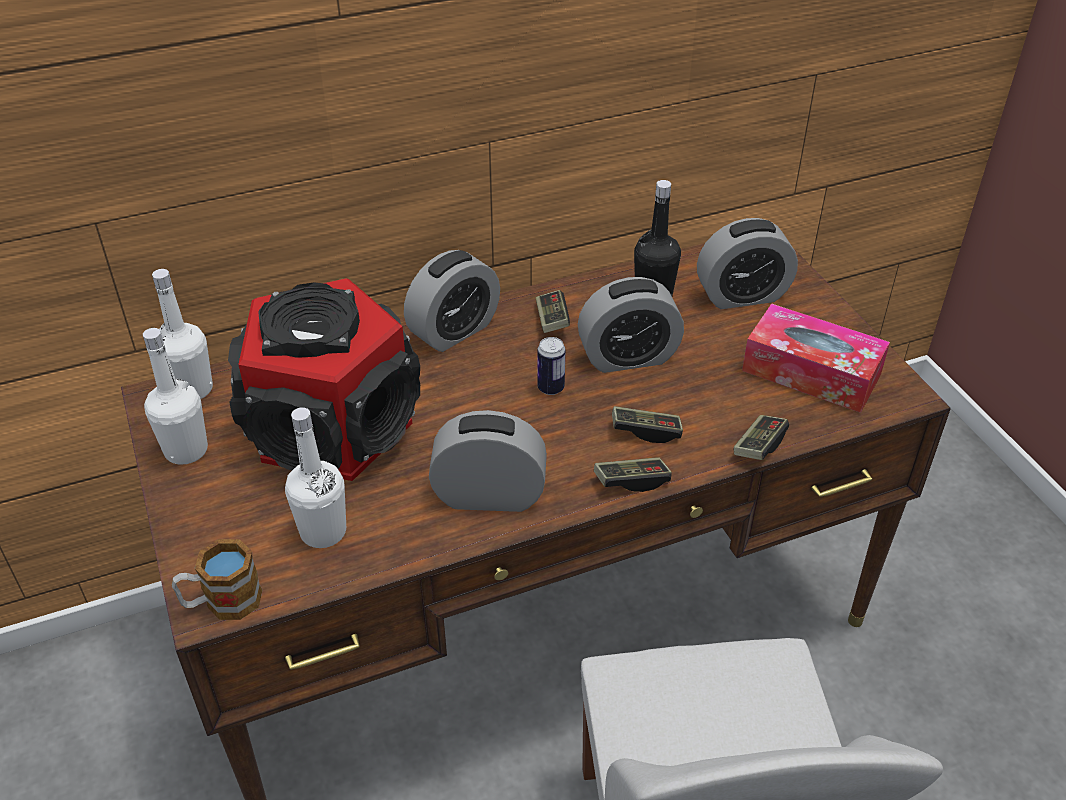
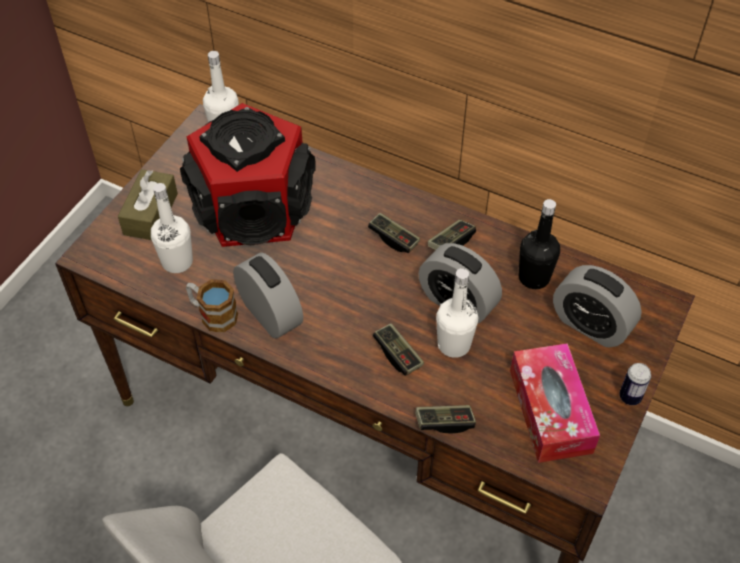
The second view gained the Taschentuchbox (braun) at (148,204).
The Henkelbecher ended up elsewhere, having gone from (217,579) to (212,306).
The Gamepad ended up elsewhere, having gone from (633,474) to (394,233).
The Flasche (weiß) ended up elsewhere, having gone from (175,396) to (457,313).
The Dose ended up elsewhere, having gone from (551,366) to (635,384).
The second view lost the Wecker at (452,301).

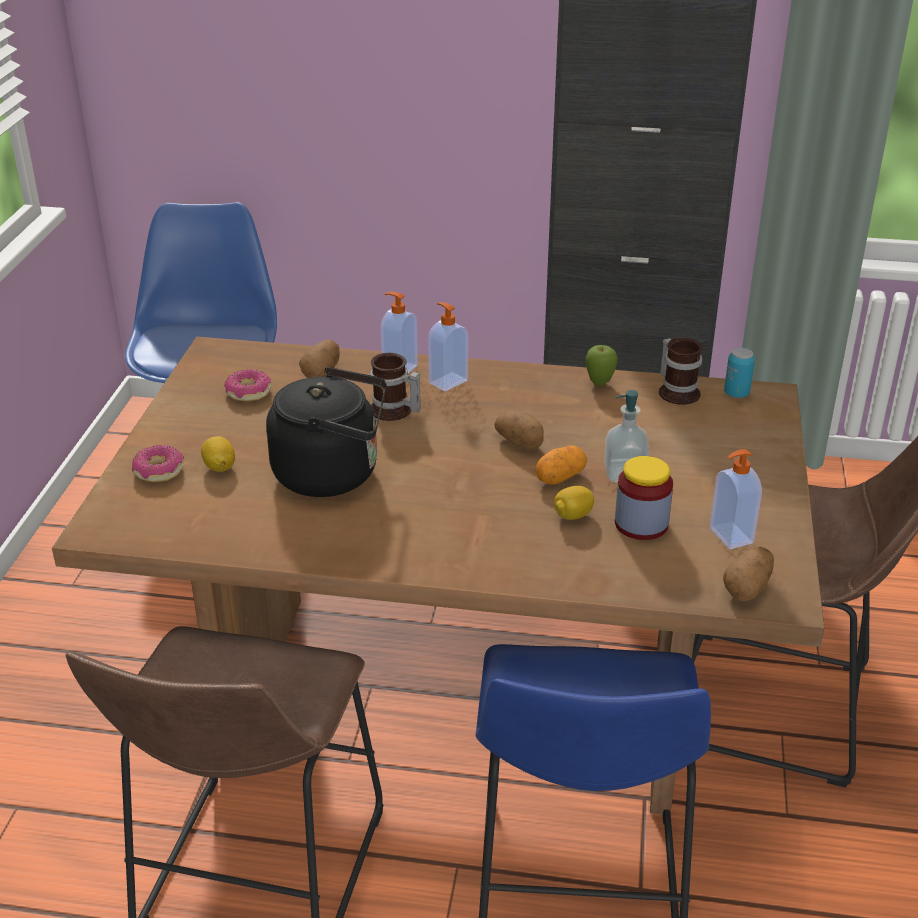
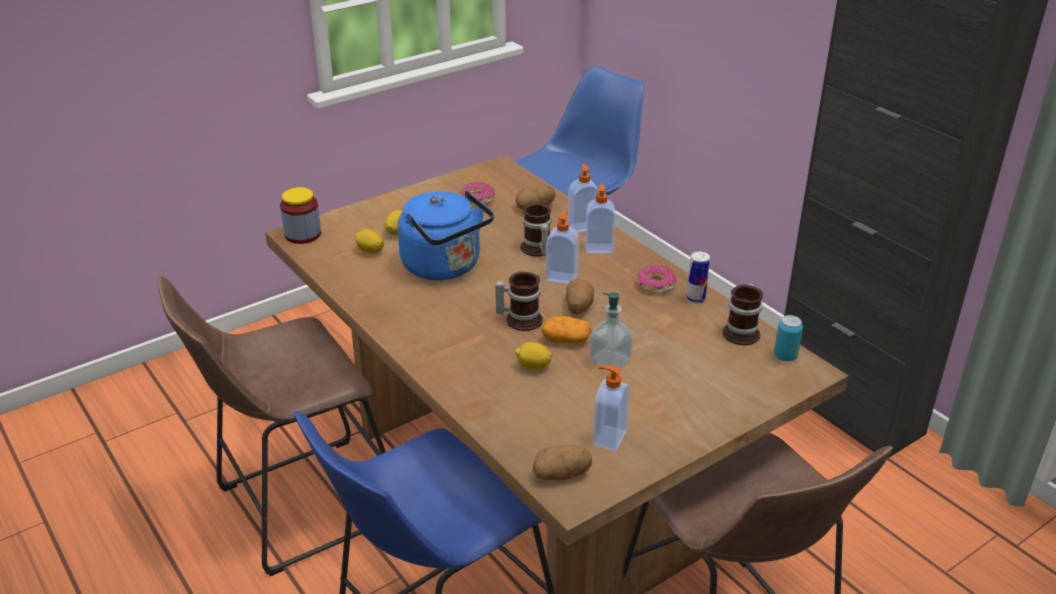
The Vorratsglas ended up elsewhere, having gone from (644,498) to (300,215).
The second view gained the Zitrone at (369,241).
What was the Wasserkessel (schwarz) at (326,432) turned into the Wasserkessel (blau) at (446,235).
The second view gained the Henkelbecher at (519,301).
The second view gained the Seifenspender at (562,247).
The Donut ended up elsewhere, having gone from (158,463) to (657,279).
Where the Apfel stood at (602,365), the Dose came to stand at (698,277).

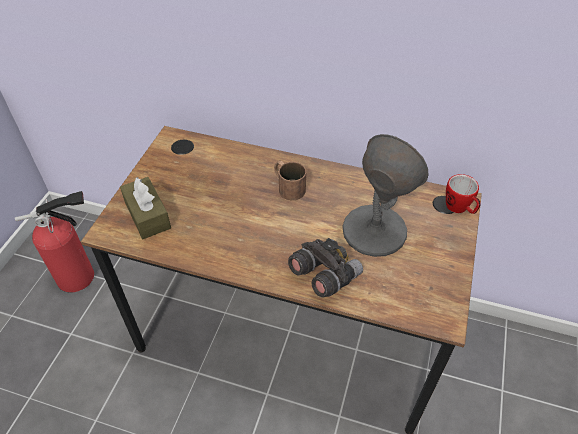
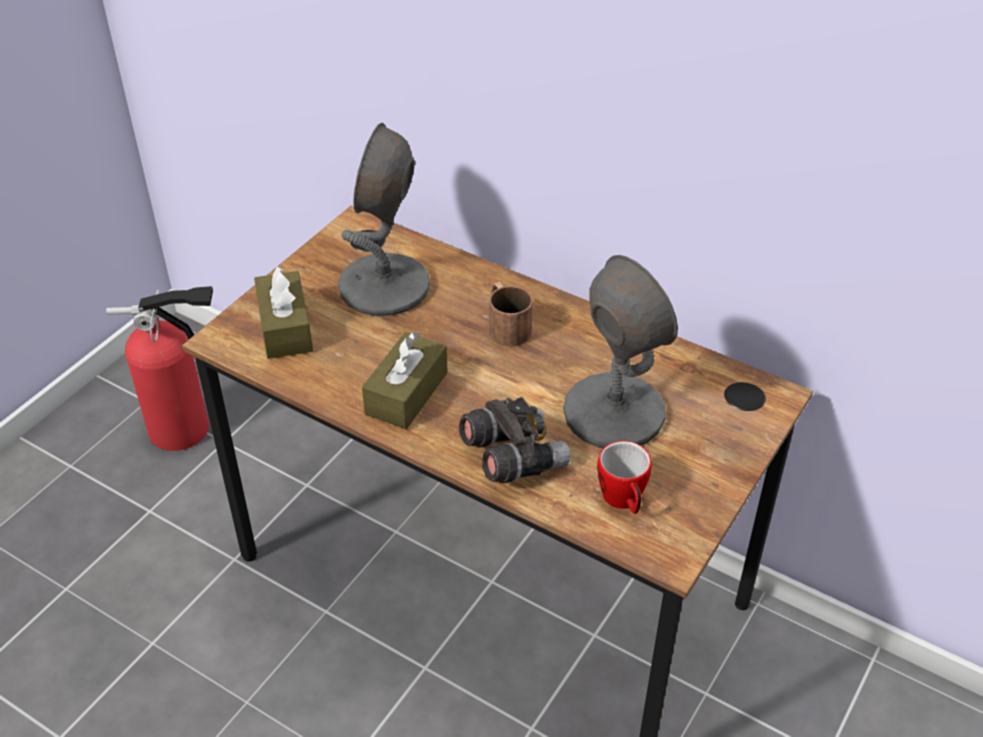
The second view gained the Tischlampe (grau) at (384,219).
The second view gained the Taschentuchbox (braun) at (405,380).
The Henkelbecher ended up elsewhere, having gone from (463,194) to (624,477).

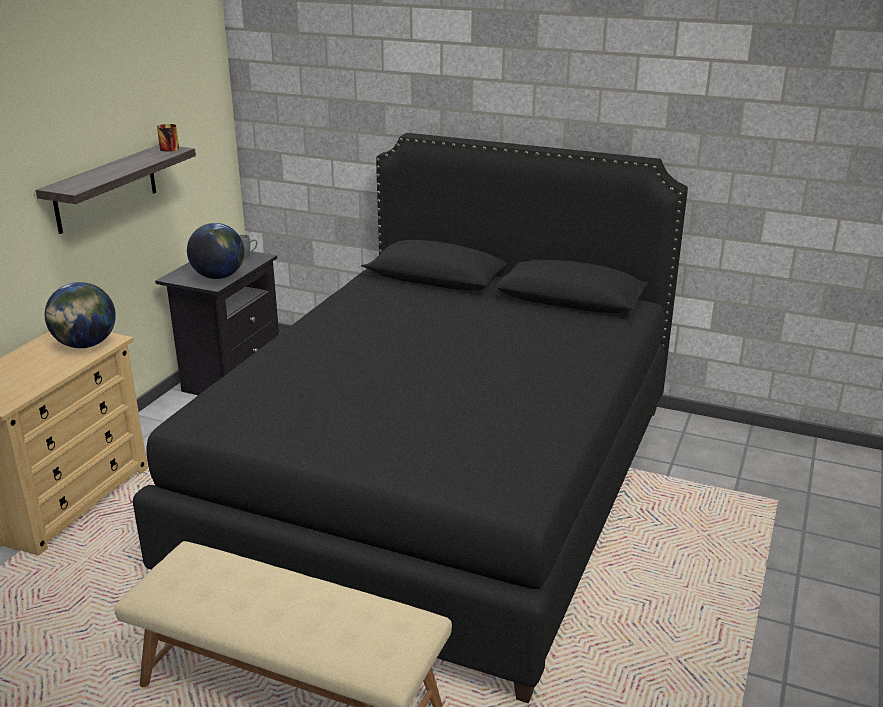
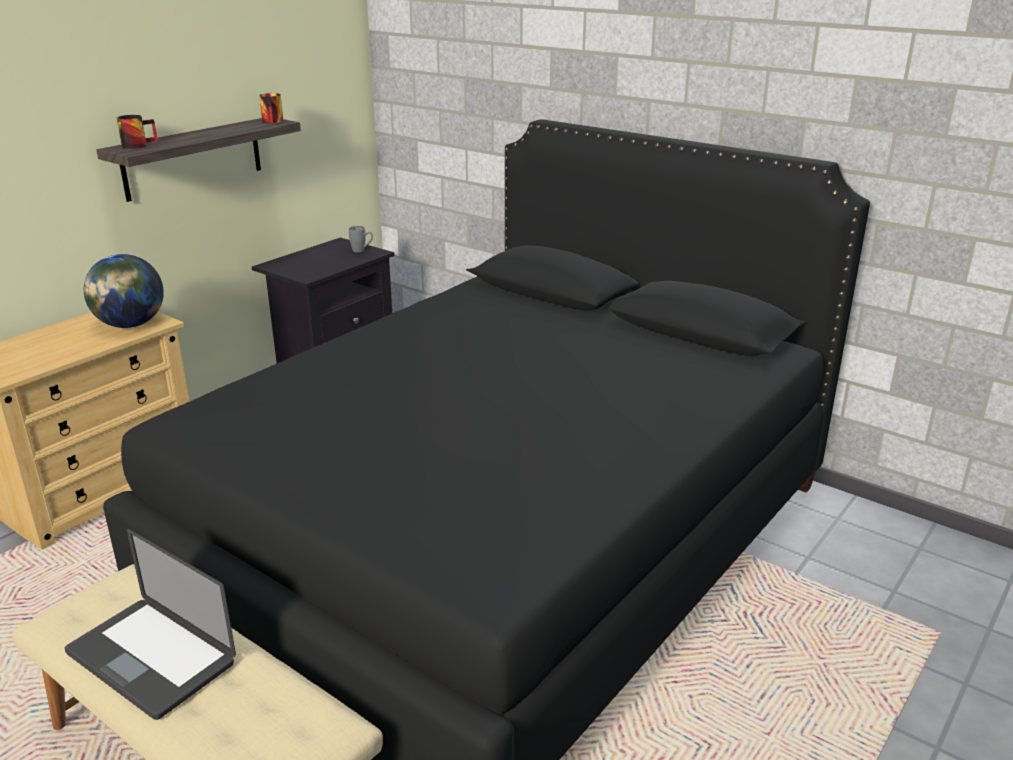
The second view gained the Laptop at (150,624).
The second view gained the Henkelbecher at (137,132).
The second view lost the Globus at (215,251).

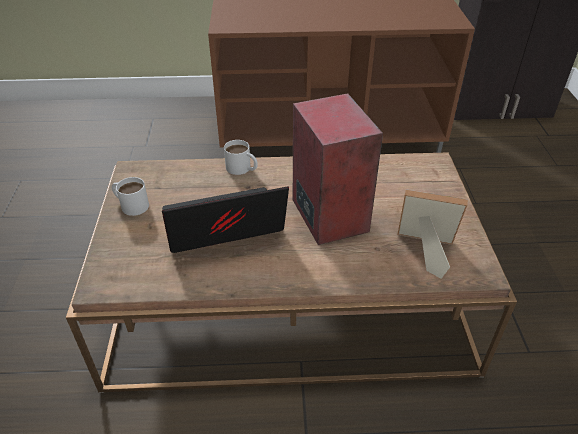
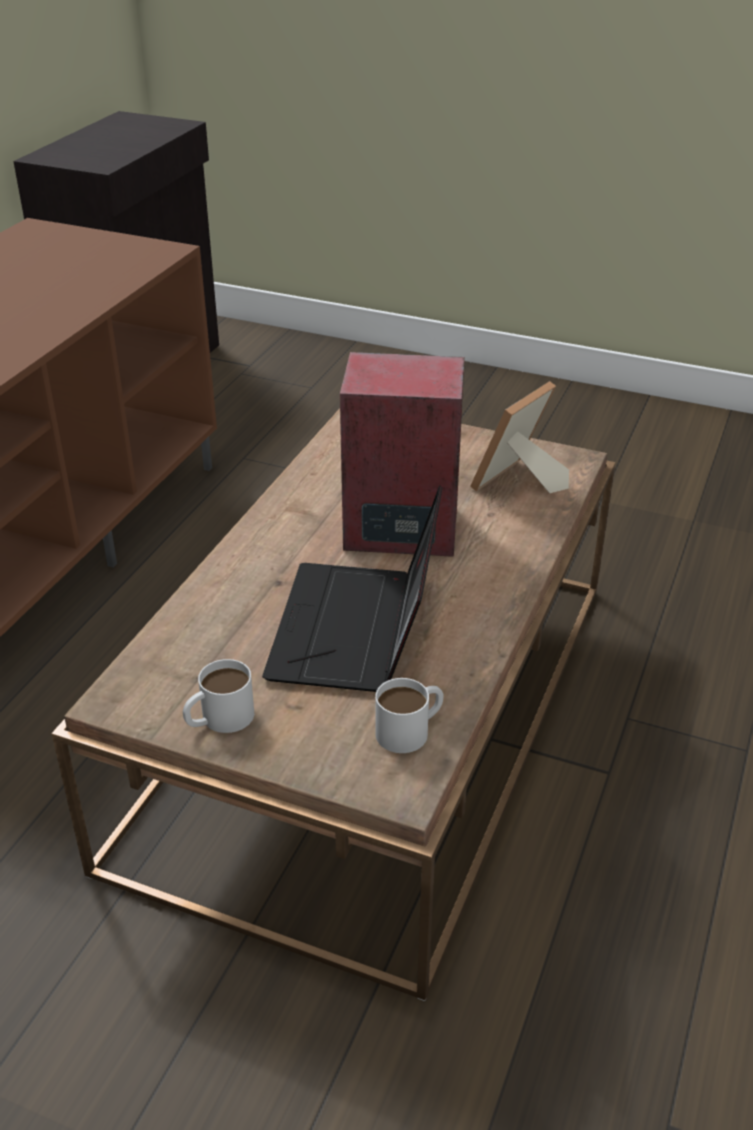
The Henkelbecher (weiß) ended up elsewhere, having gone from (241,157) to (409,715).

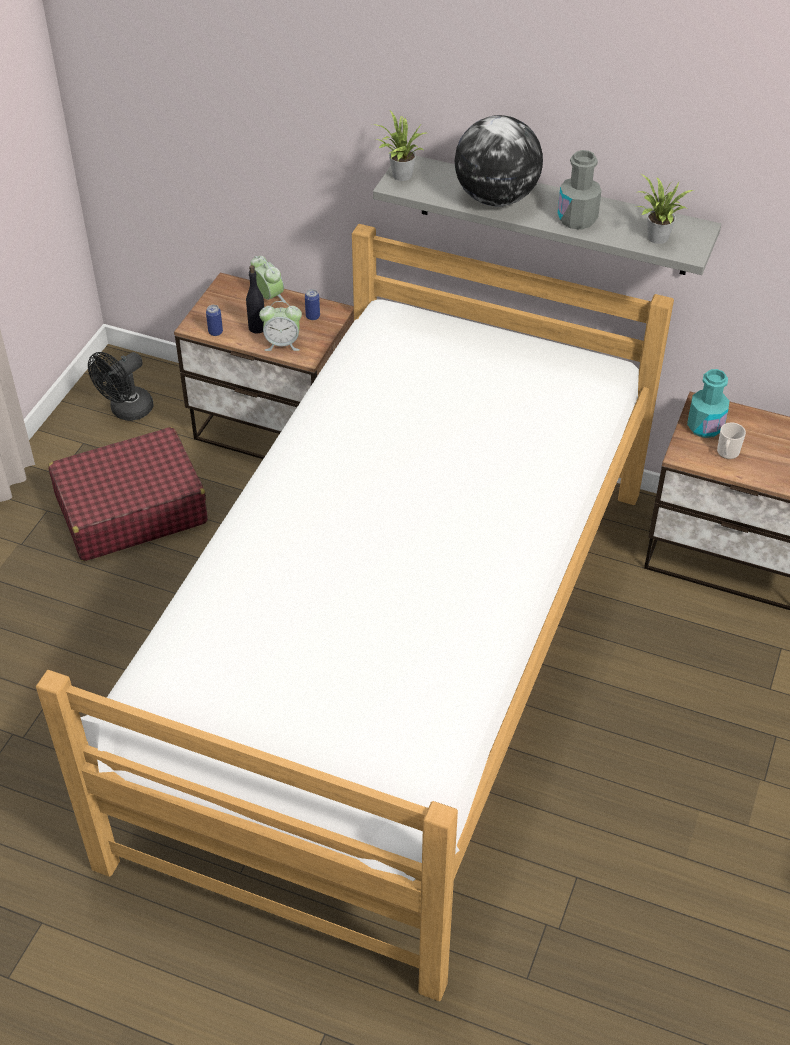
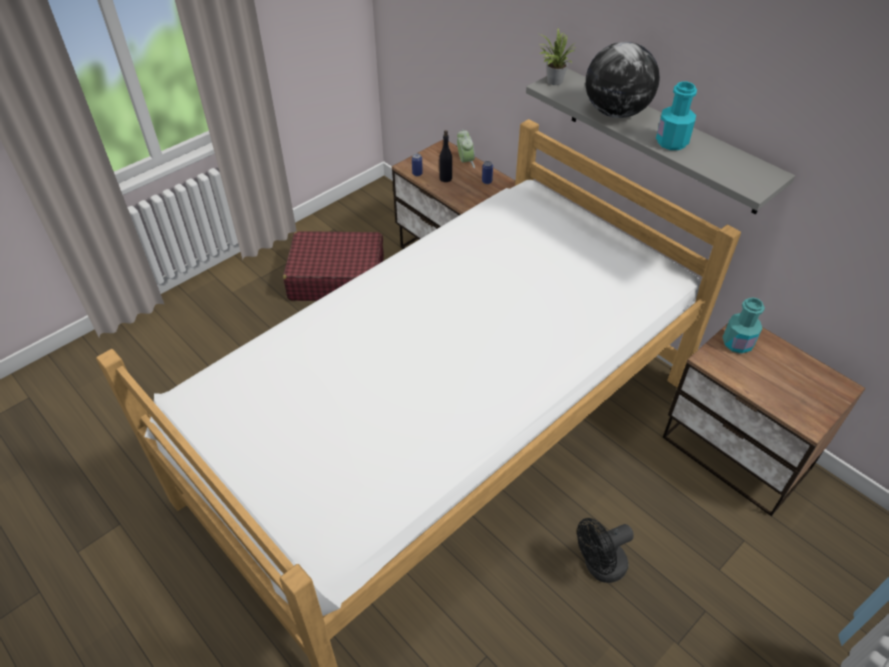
The Ventilator (schwarz) ended up elsewhere, having gone from (121,386) to (605,550).
What was the Flasche (grau) at (580,190) turned into the Flasche (türkis) at (676,116).
The second view lost the Wecker at (280,326).
The second view lost the Topfpflanze at (664,209).
The second view lost the Henkelbecher at (731,440).

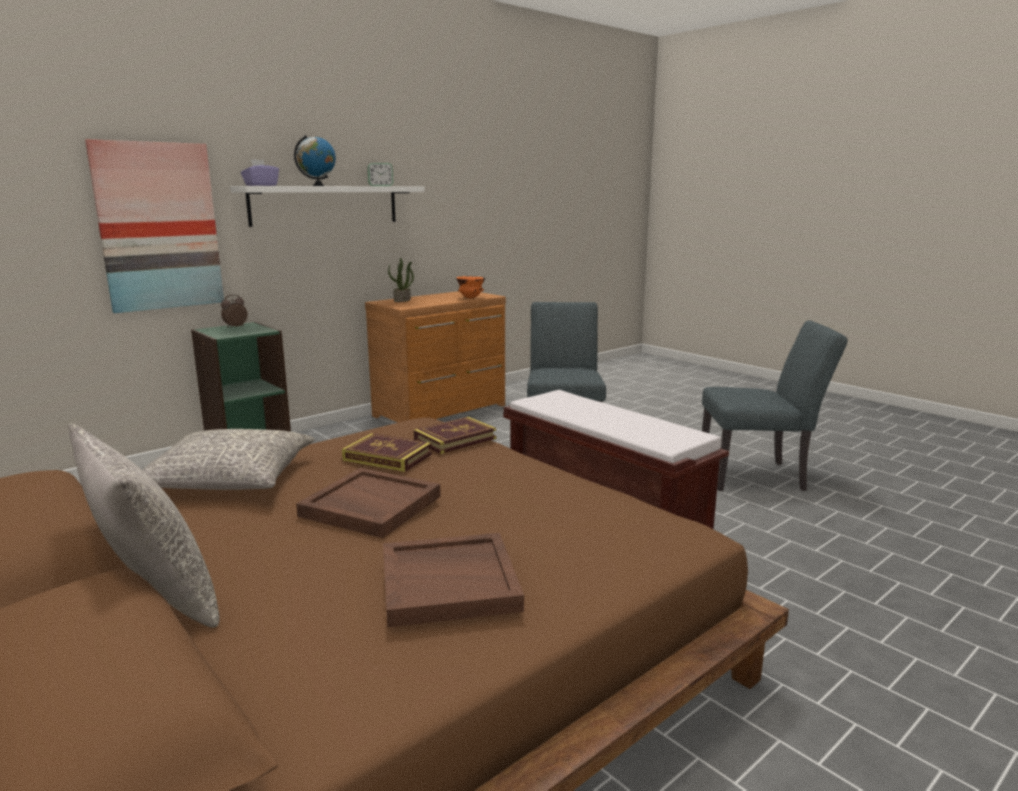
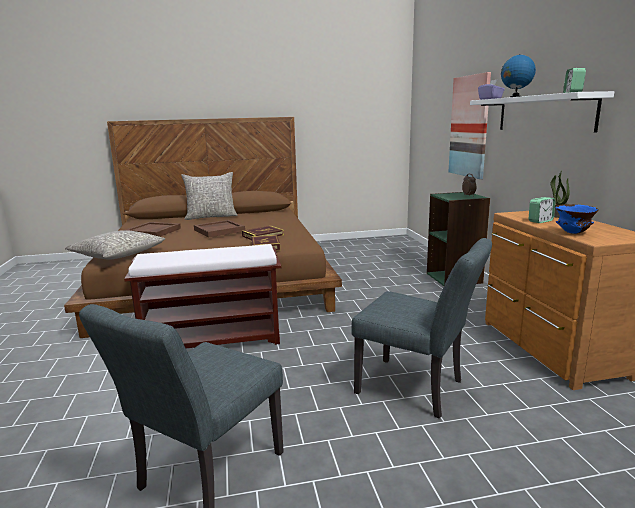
The Kissen (grau) ended up elsewhere, having gone from (228,459) to (115,245).
The second view gained the Wecker at (542,210).
What was the Schüssel (orange) at (471,287) turned into the Schüssel (blau) at (577,219).

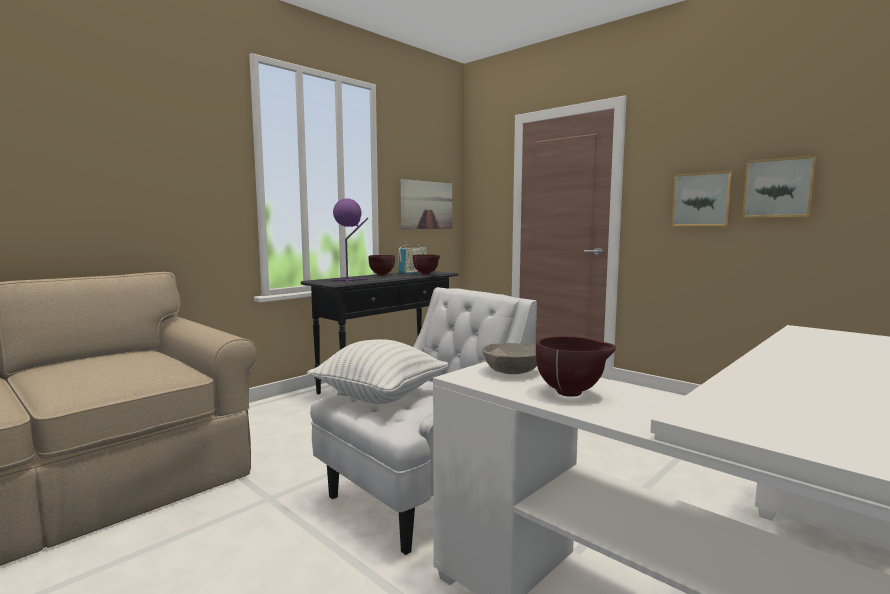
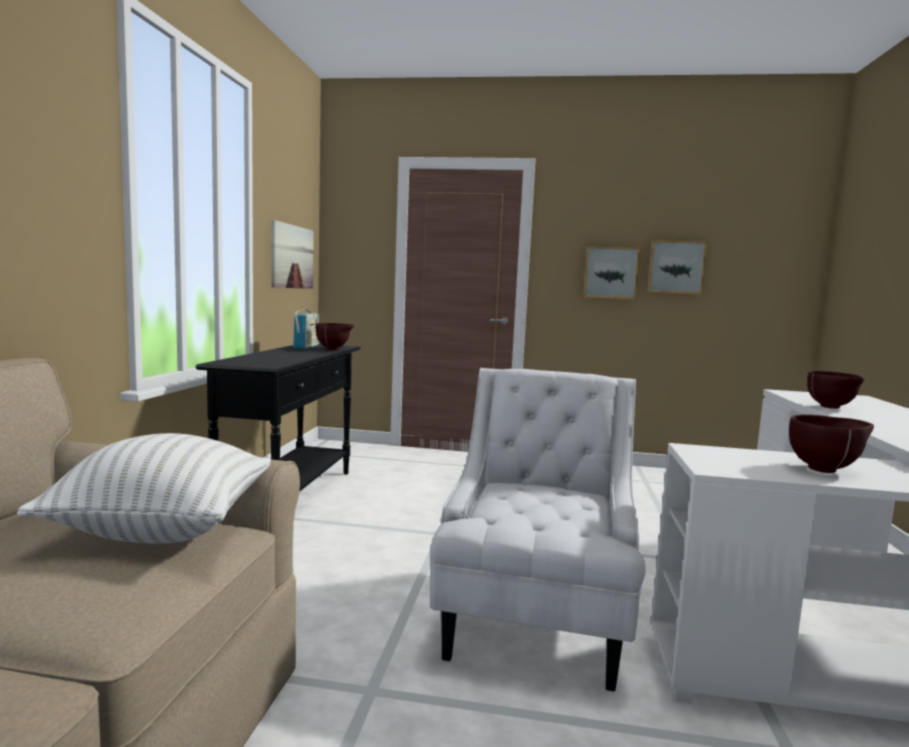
The Kissen (weiß) ended up elsewhere, having gone from (377,371) to (144,488).
The Schüssel (braun) ended up elsewhere, having gone from (381,265) to (835,390).
The second view lost the Tischlampe (lila) at (350,240).
The second view lost the Schüssel (grau) at (509,358).

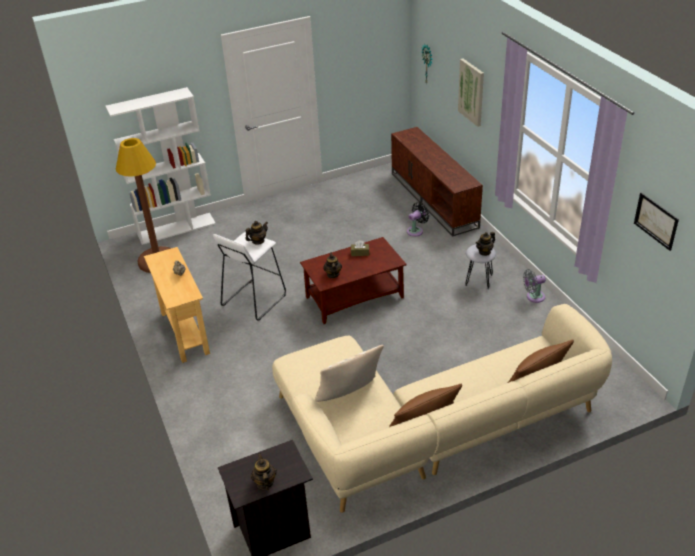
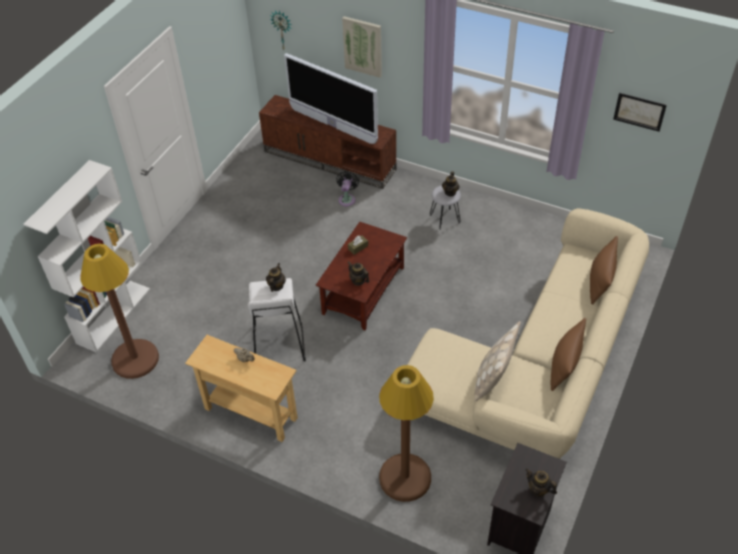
The second view gained the Fernseher at (331,98).
The second view gained the Stehlampe (braun) at (406,433).
The second view lost the Ventilator (grau) at (534,286).

